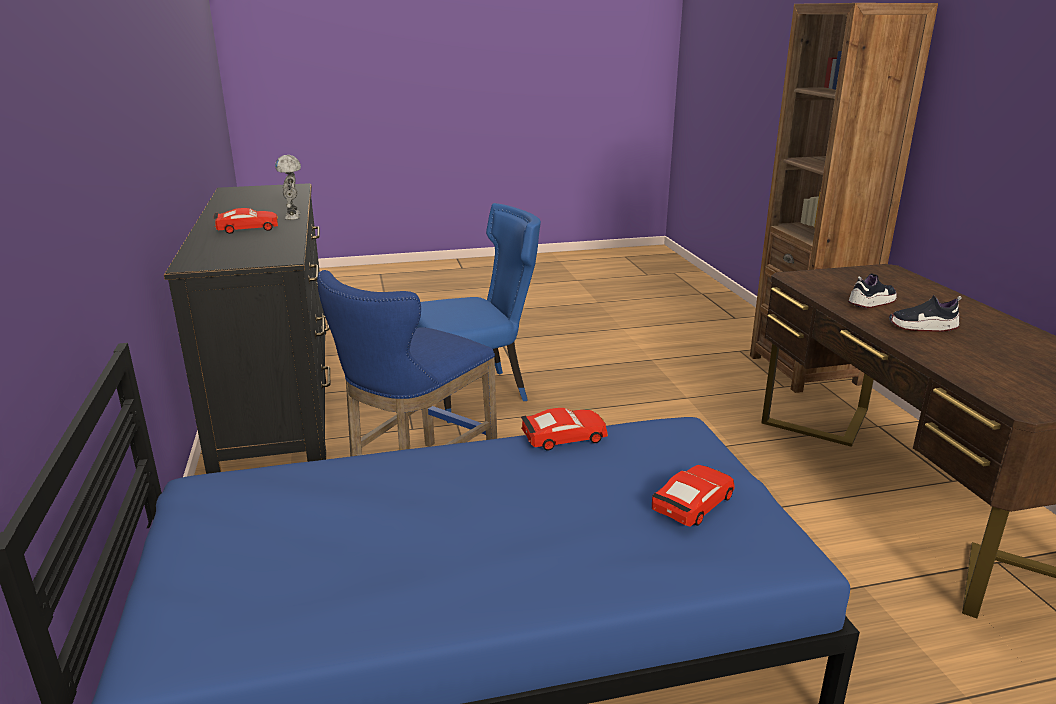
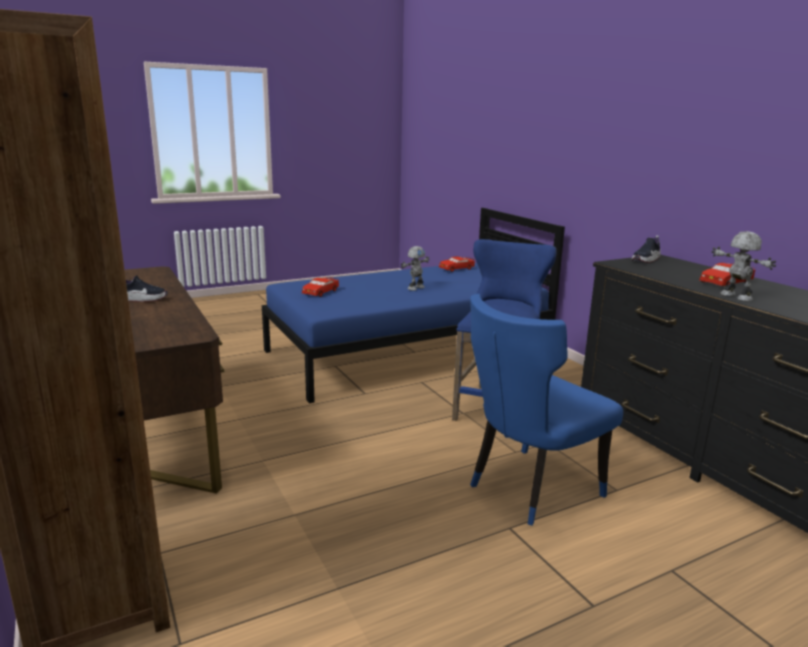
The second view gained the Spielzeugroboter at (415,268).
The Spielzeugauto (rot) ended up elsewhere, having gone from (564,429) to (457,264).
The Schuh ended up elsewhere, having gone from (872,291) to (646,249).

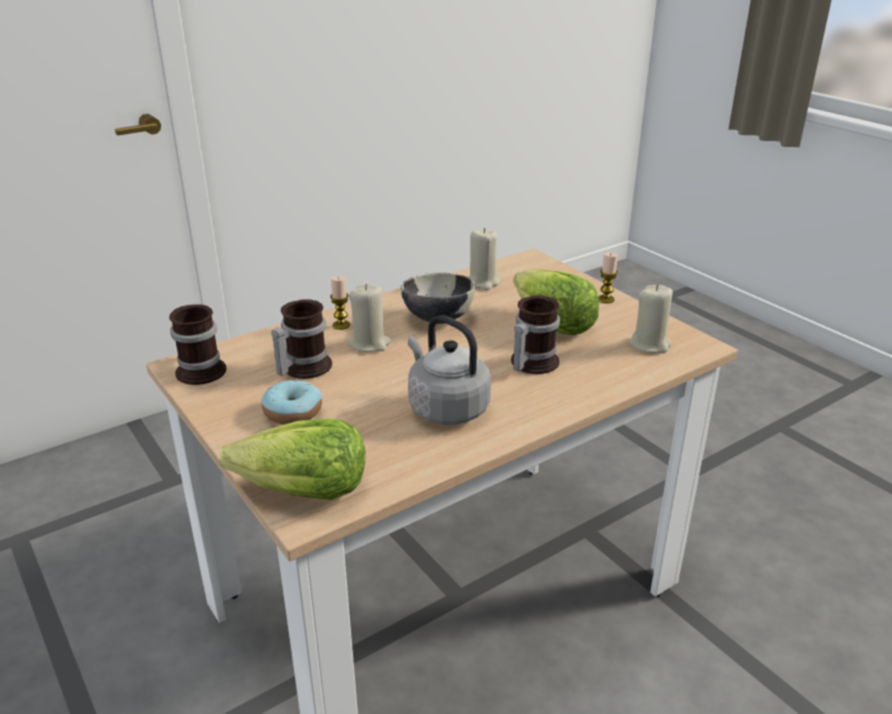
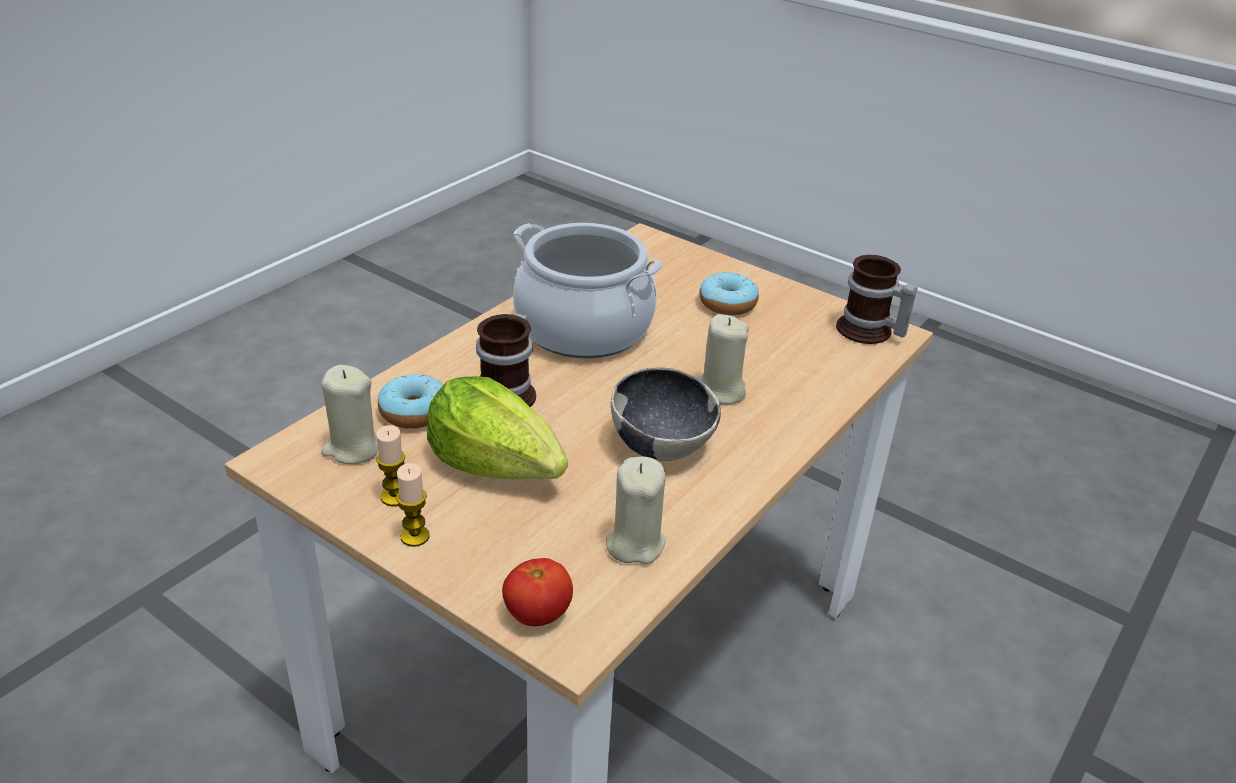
The Kerze ended up elsewhere, having gone from (340,303) to (390,465).
The second view gained the Donut at (411,401).
The second view gained the Tomate at (537,592).
Where the Wasserkessel (grau) stood at (449,370), the Kochtopf came to stand at (587,290).
The second view lost the Salatkopf at (292,459).
The second view lost the Henkelbecher at (301,339).

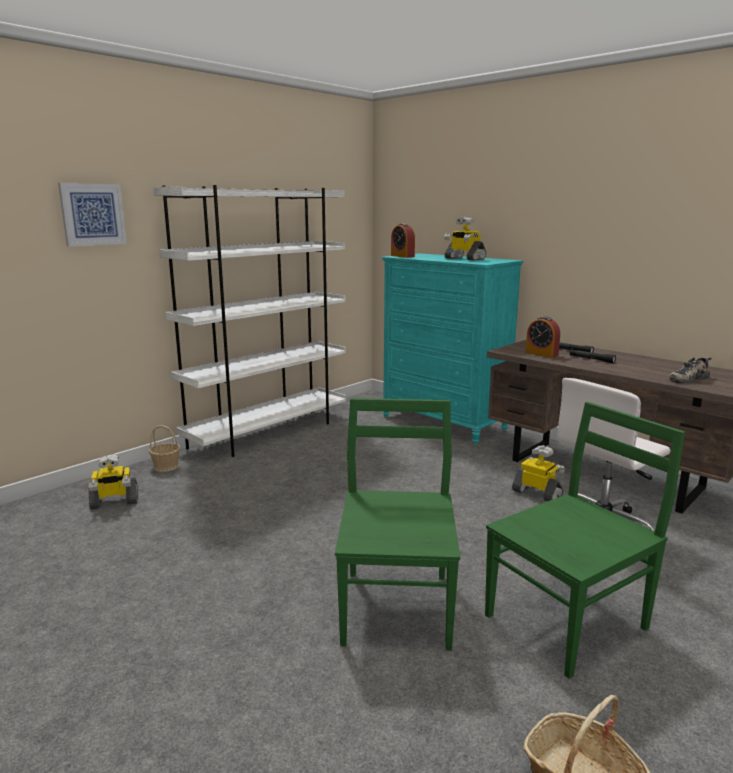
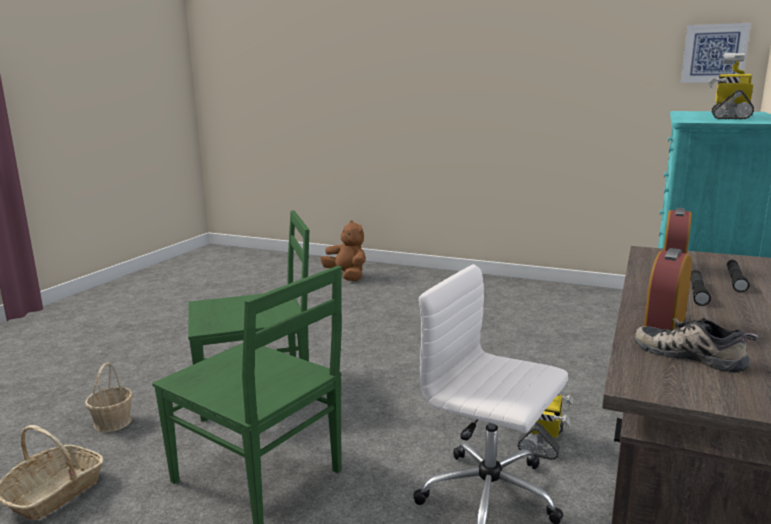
The Korb ended up elsewhere, having gone from (164,448) to (109,397).
Where the Spielzeugroboter stood at (113,482), the Plüschtier (braun) came to stand at (343,250).
The Wecker ended up elsewhere, having gone from (403,240) to (668,289).
The Bild ended up elsewhere, having gone from (92,214) to (716,53).
The second view lost the Bücherregal (weiß) at (250,321).

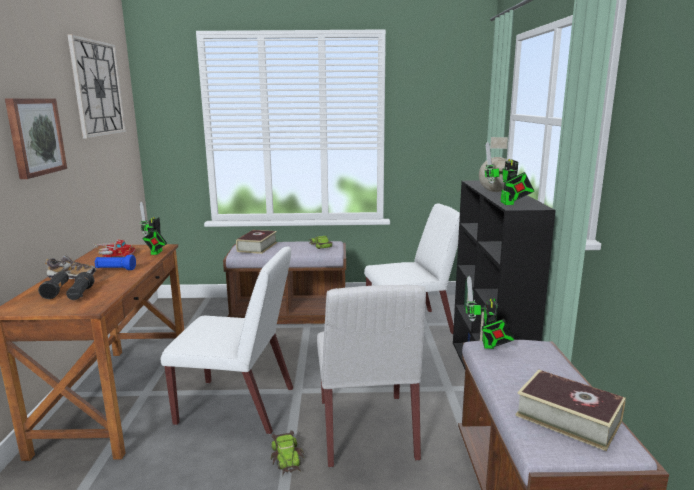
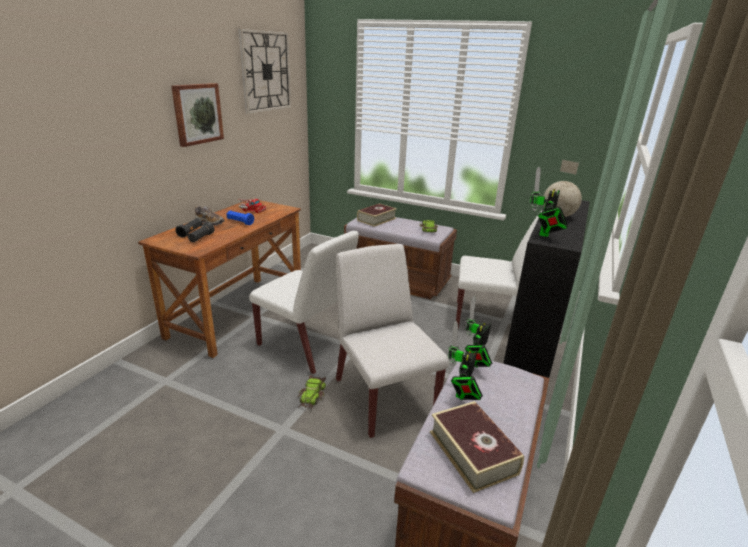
The Stuhl (weiß) at (371,376) ended up facing another way, 135 degrees clockwise from before.
The Spielzeugroboter ended up elsewhere, having gone from (153,228) to (465,360).

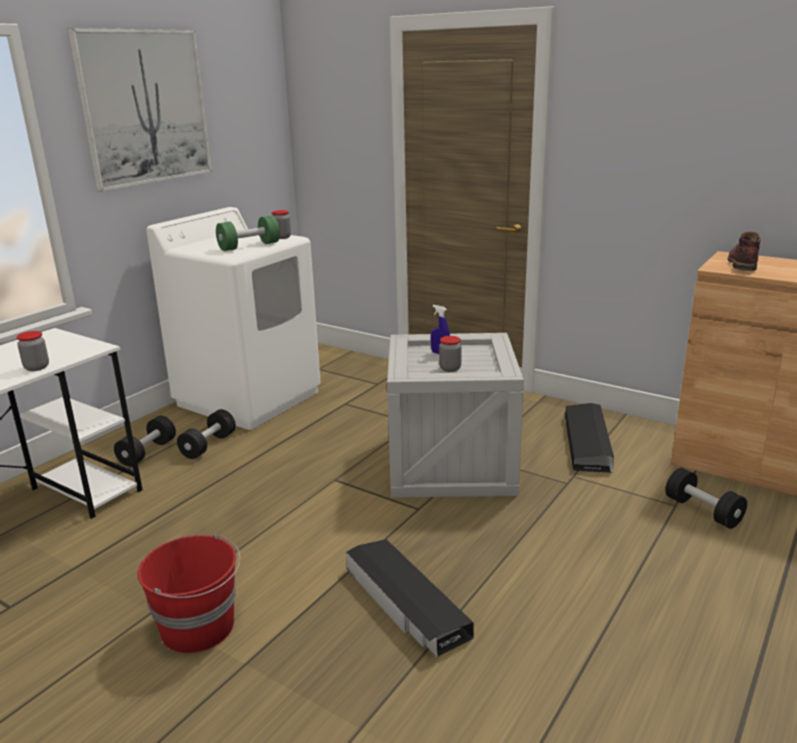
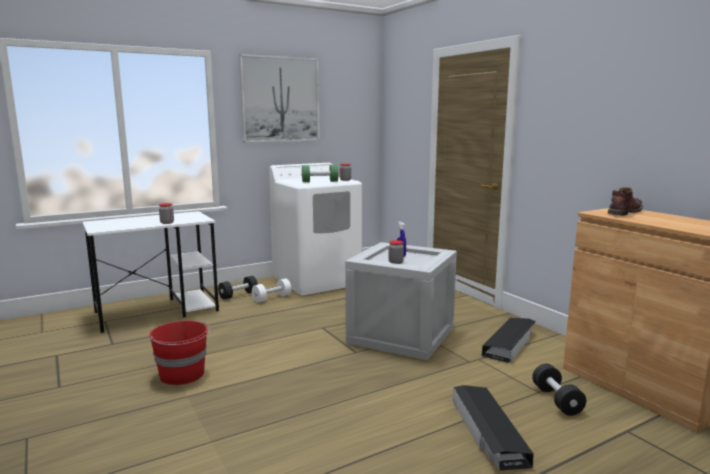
What was the Hantel (schwarz) at (206,434) turned into the Hantel (weiß) at (271,290).
The Aufbewahrungsbox (schwarz) ended up elsewhere, having gone from (410,598) to (493,428).

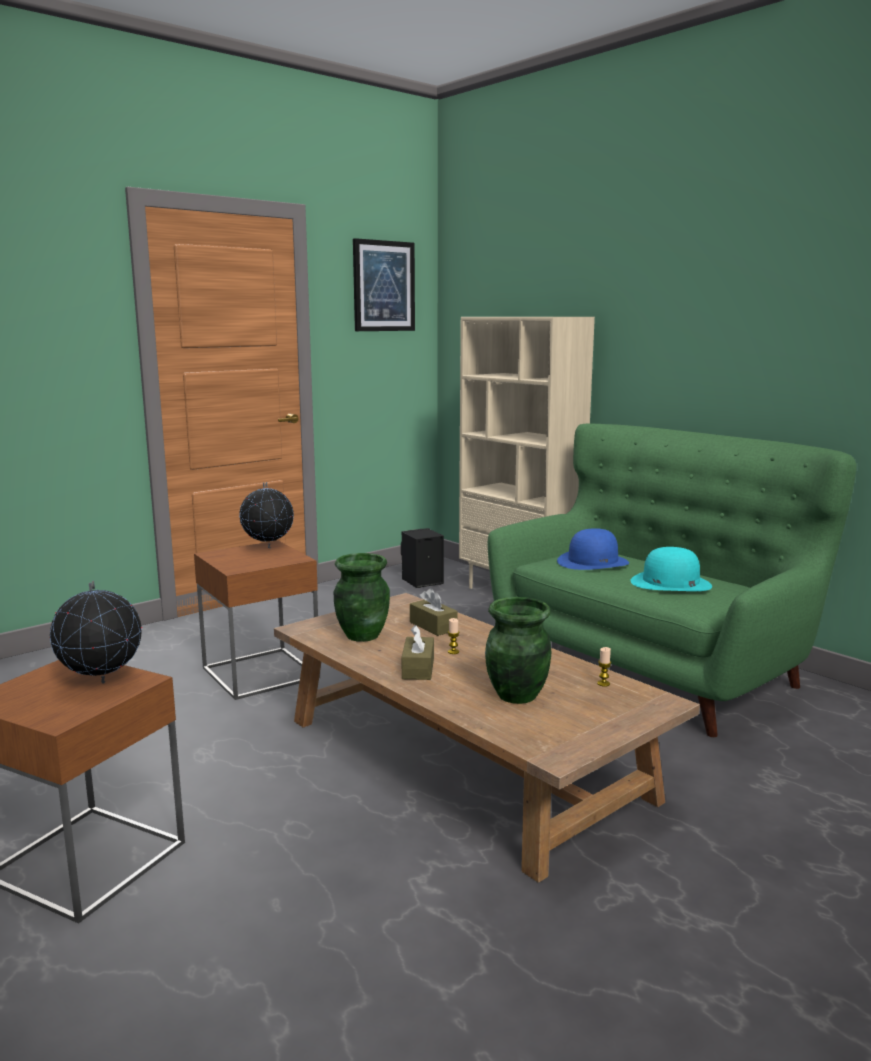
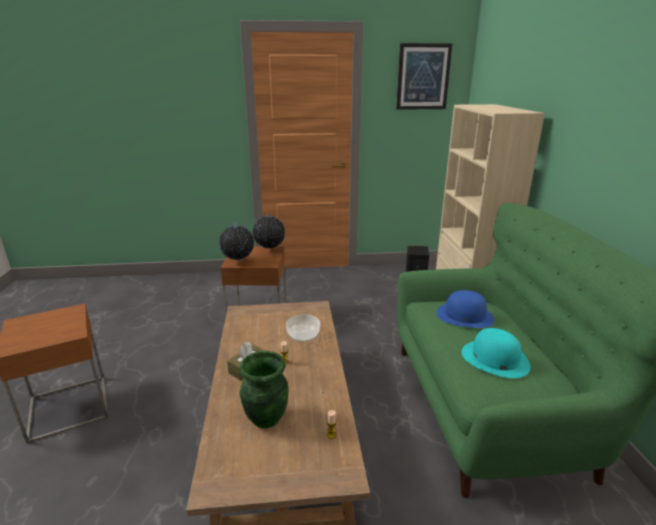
The Globus ended up elsewhere, having gone from (96,632) to (236,242).
Where the Taschentuchbox (braun) stood at (434,612), the Schüssel came to stand at (303,328).
The second view lost the Vase (grün) at (362,597).

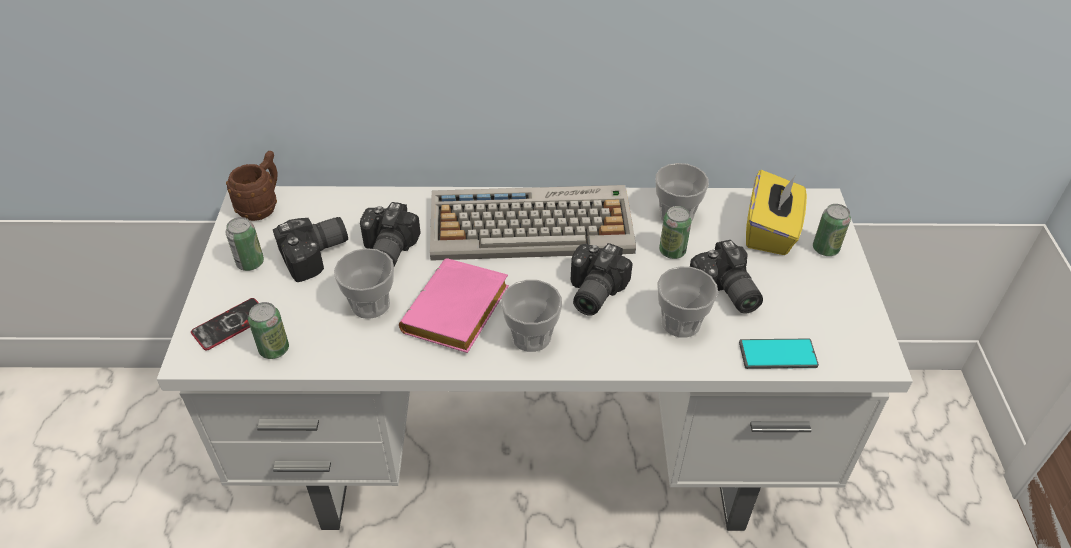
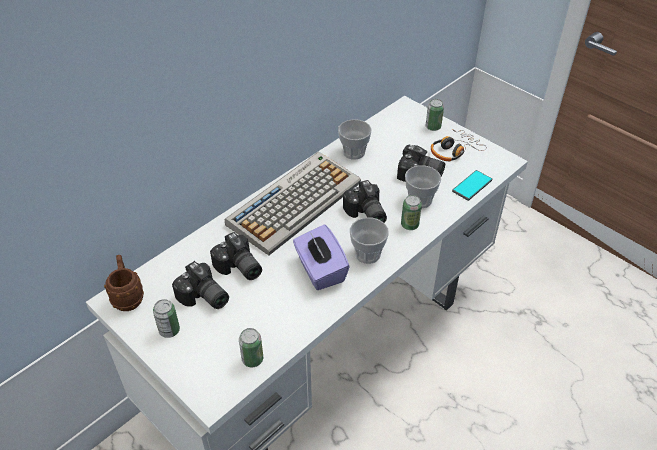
The Kamera at (310,249) ended up facing another way, 120 degrees clockwise from before.
Where the Buch (rosa) stood at (454,305), the Taschentuchbox (lila) came to stand at (321,257).
The Dose ended up elsewhere, having gone from (675,232) to (411,212).
The second view gained the Kopfhörer at (459,145).
The second view lost the Handy at (225,324).
The second view lost the Tasse at (364,283).
The second view lost the Taschentuchbox (gelb) at (776,212).

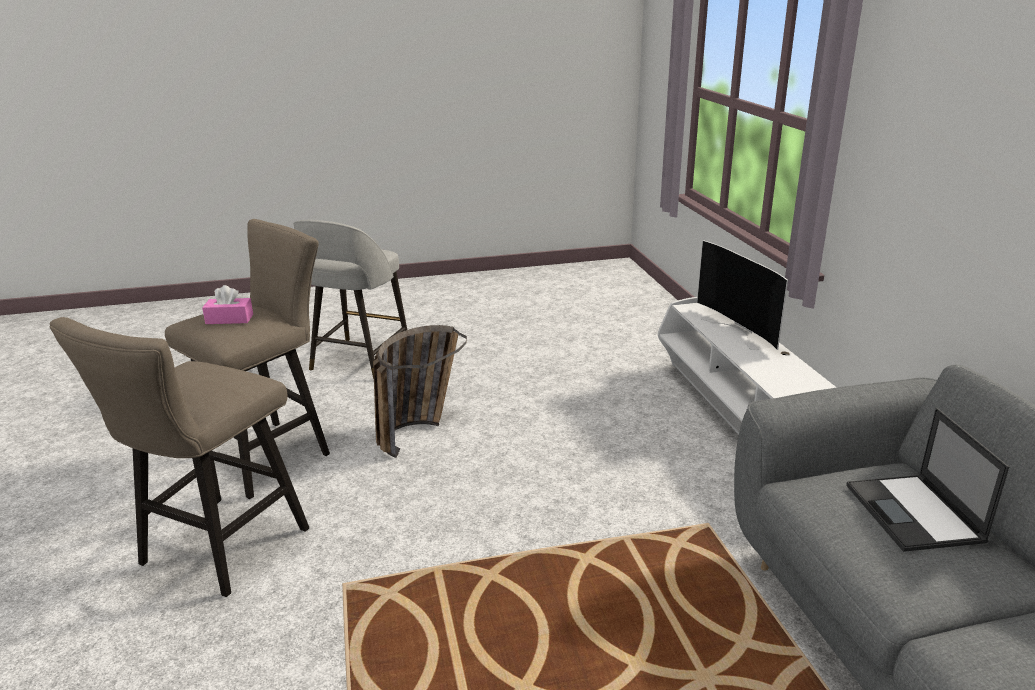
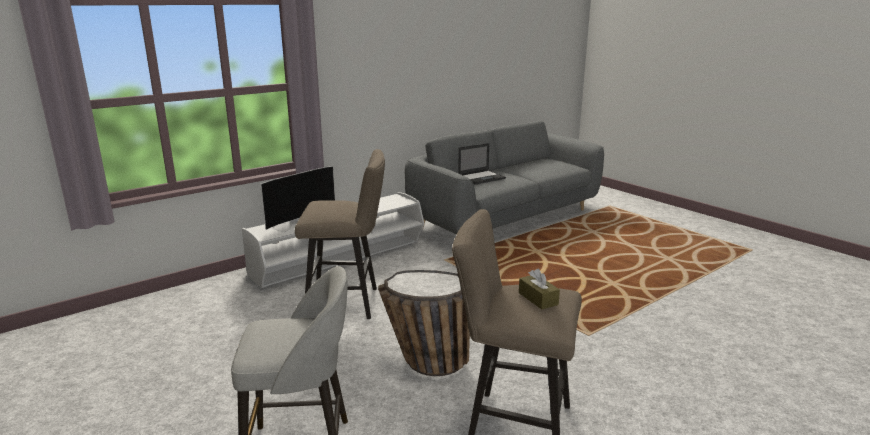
The Hocker (beige) ended up elsewhere, having gone from (180,457) to (340,234).
What was the Taschentuchbox (rosa) at (227,304) turned into the Taschentuchbox (braun) at (539,288).

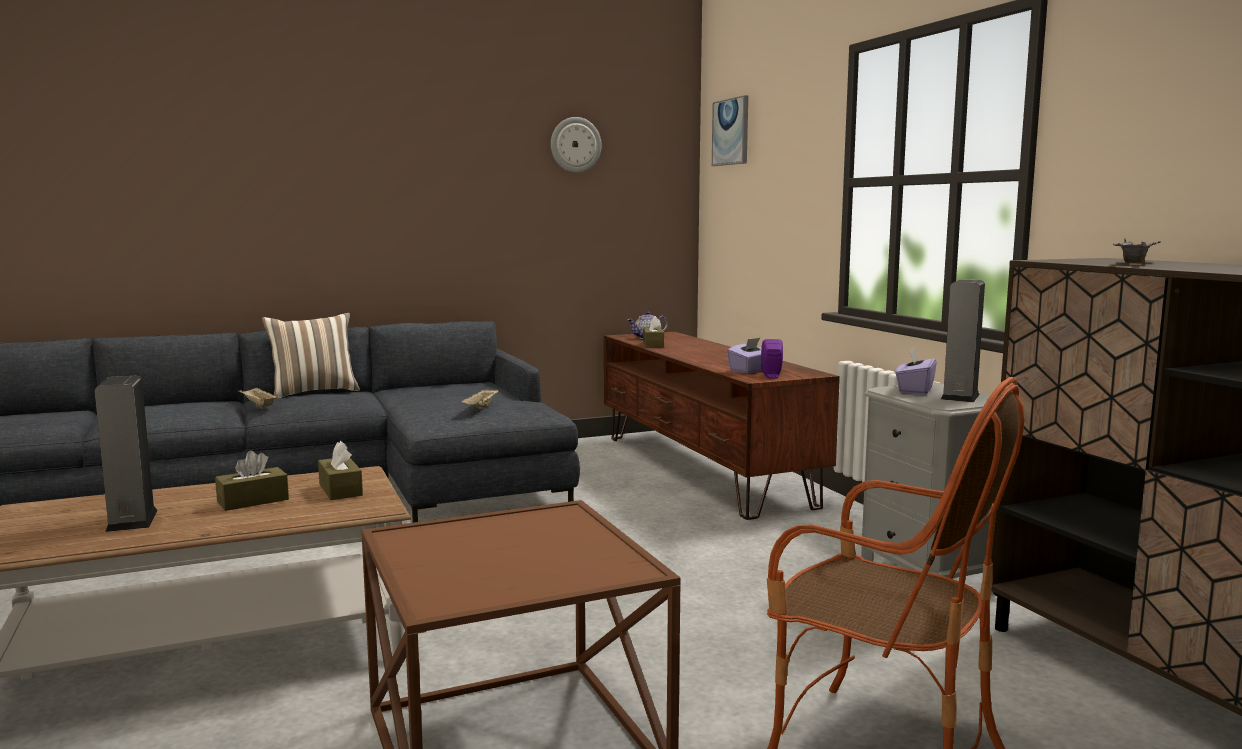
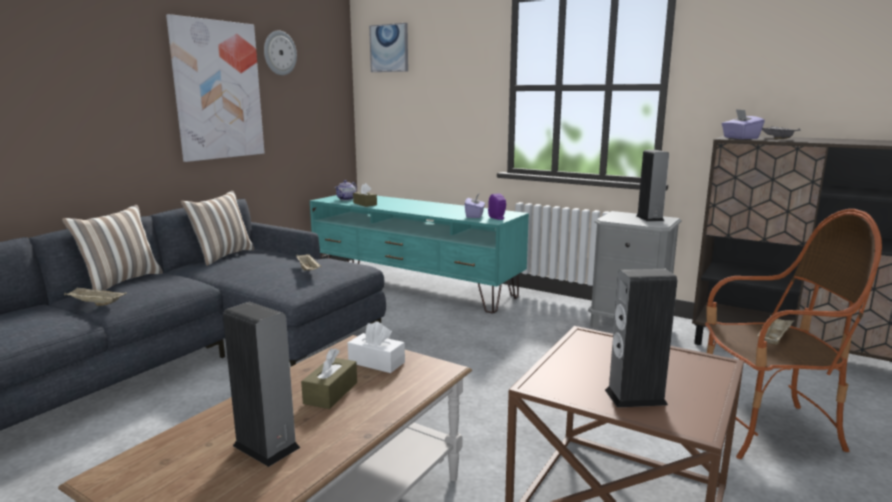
The second view gained the Bild at (215,88).
The second view gained the Kissen at (217,228).
What was the Fernsehschrank (braun) at (722,426) turned into the Fernsehschrank (türkis) at (419,254).
What was the Taschentuchbox (braun) at (340,470) turned into the Taschentuchbox (weiß) at (376,347).
The second view gained the Lautsprecher at (641,338).
The Taschentuchbox (lila) ended up elsewhere, having gone from (916,371) to (743,124).
The second view gained the Tablett (beige) at (776,330).

